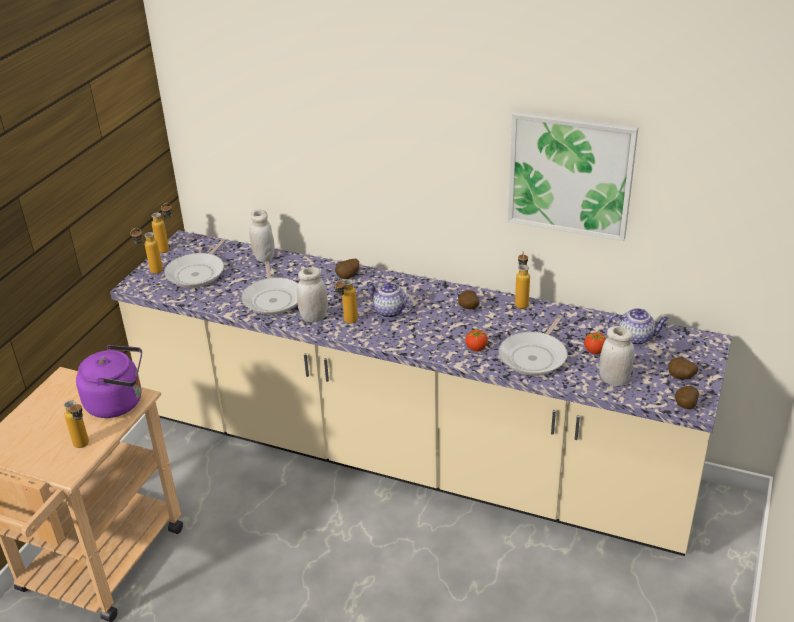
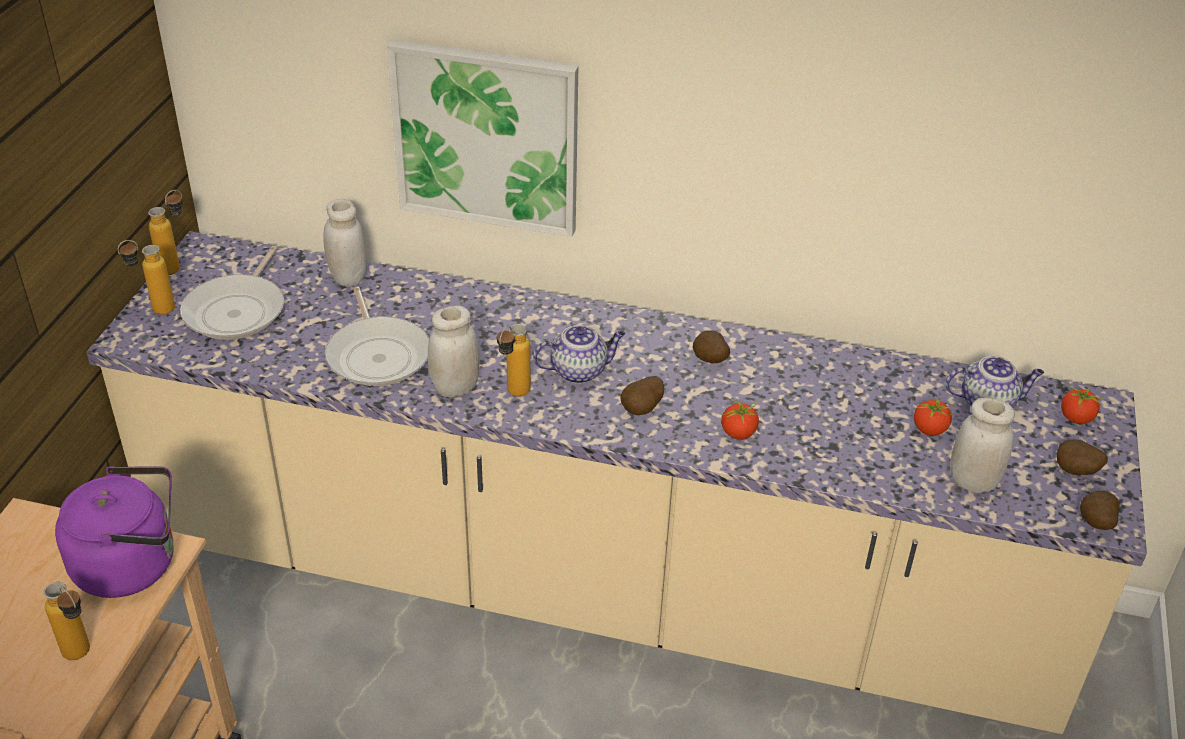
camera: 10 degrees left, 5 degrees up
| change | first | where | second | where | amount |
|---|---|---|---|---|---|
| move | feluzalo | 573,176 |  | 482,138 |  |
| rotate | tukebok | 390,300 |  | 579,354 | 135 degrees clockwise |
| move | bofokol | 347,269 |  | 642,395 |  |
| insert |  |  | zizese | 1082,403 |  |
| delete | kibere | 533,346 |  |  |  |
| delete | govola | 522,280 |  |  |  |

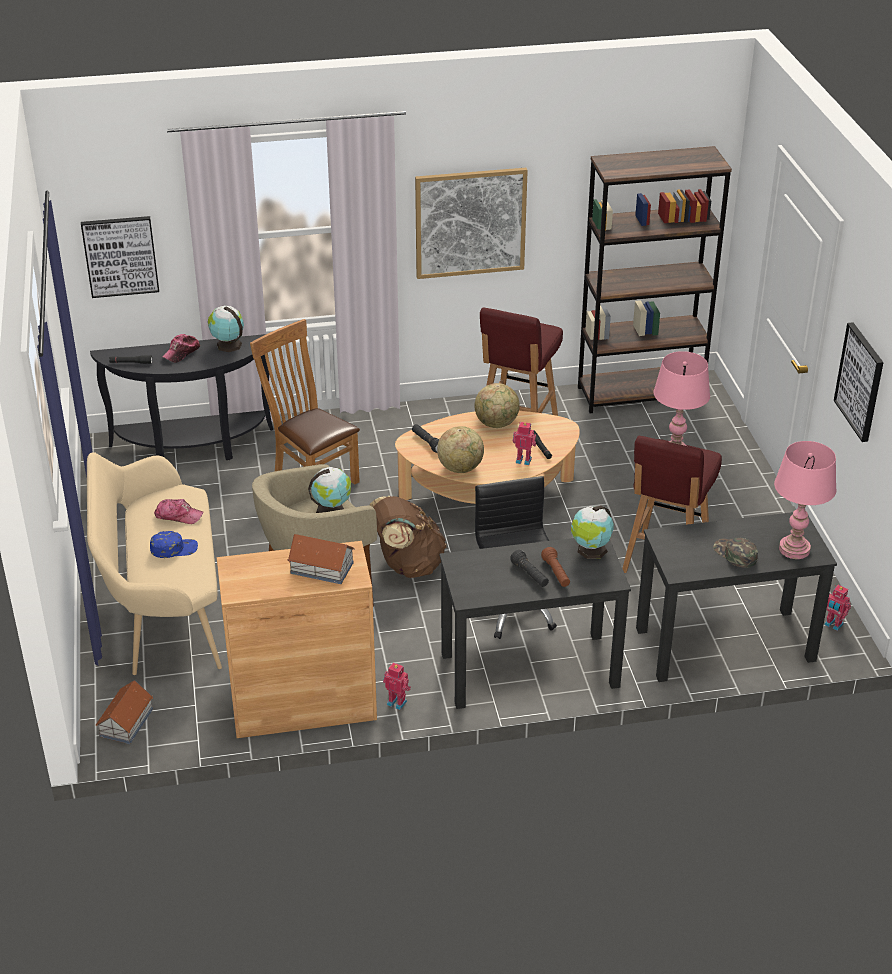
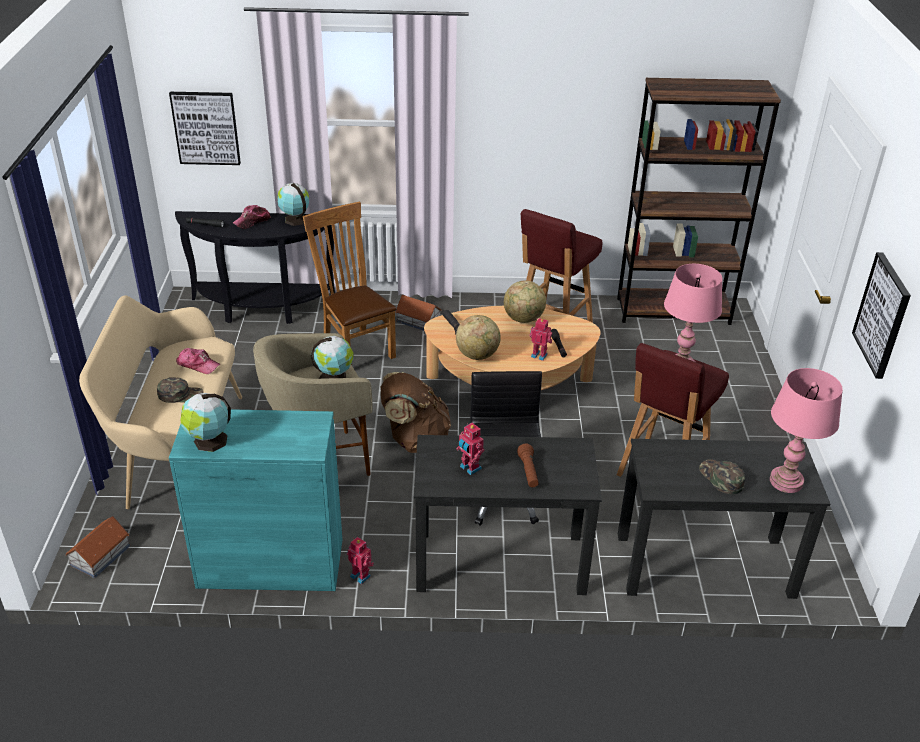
camera: 10 degrees right, 0 degrees up
| change | first | where | second | where | amount |
|---|---|---|---|---|---|
| recolor | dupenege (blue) | 174,544 | dupenege (green) | 180,390 |  |
| recolor | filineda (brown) | 297,639 | filineda (turquoise) | 255,500 |  |
| move | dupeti | 592,532 |  | 205,422 |  |
| move | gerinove | 321,559 |  | 418,313 |  |
| move | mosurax | 837,608 |  | 471,449 |  |
| delete | feluzalo | 471,223 |  |  |  |
| delete | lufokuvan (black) | 529,568 |  |  |  |

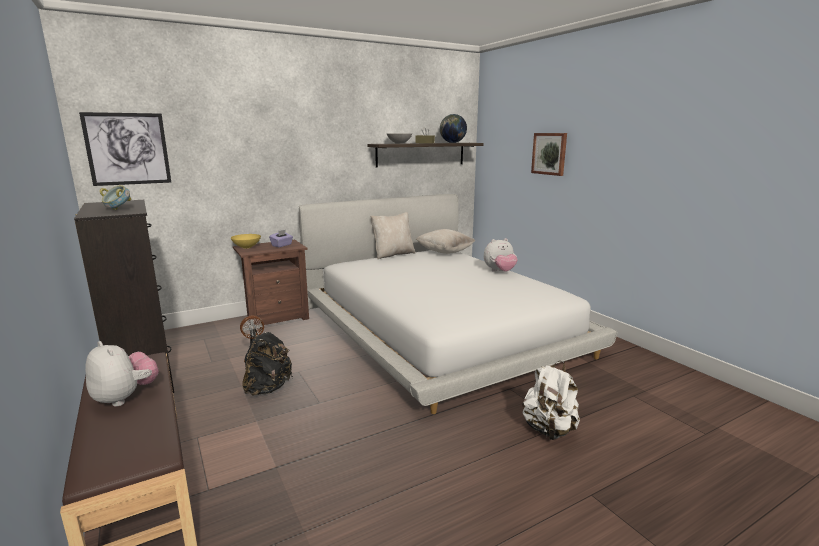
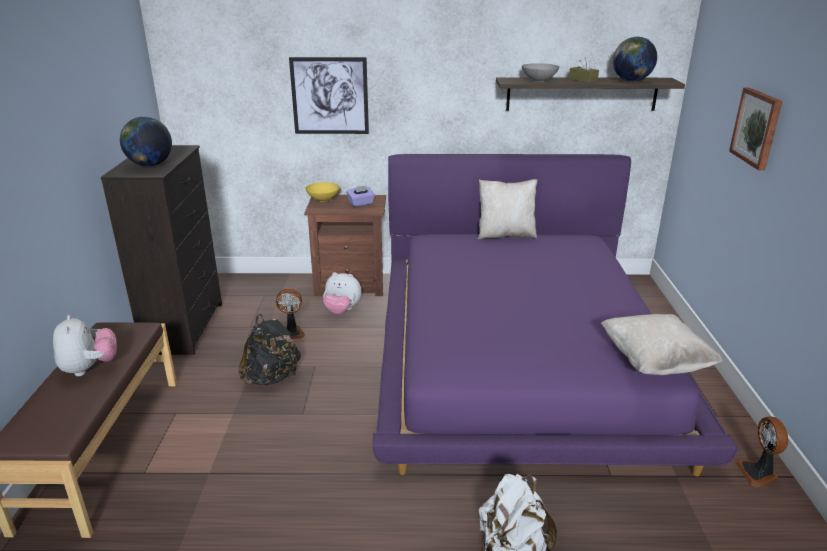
camera: 30 degrees right, 10 degrees up
| change | first | where | second | where | amount |
|---|---|---|---|---|---|
| replace | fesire | 115,197 | dupeti | 146,141 |  |
| move | feluzalo | 125,149 |  | 329,95 |  |
| move | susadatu | 500,255 |  | 342,293 |  |
| recolor | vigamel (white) | 458,304 | vigamel (purple) | 555,315 |  |
| move | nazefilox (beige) | 445,241 |  | 662,344 |  |
| insert |  |  | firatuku | 761,452 |  |

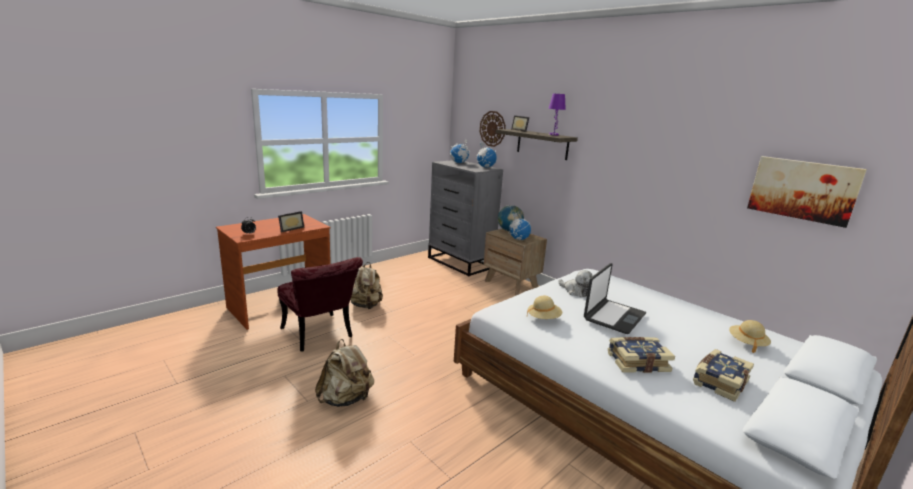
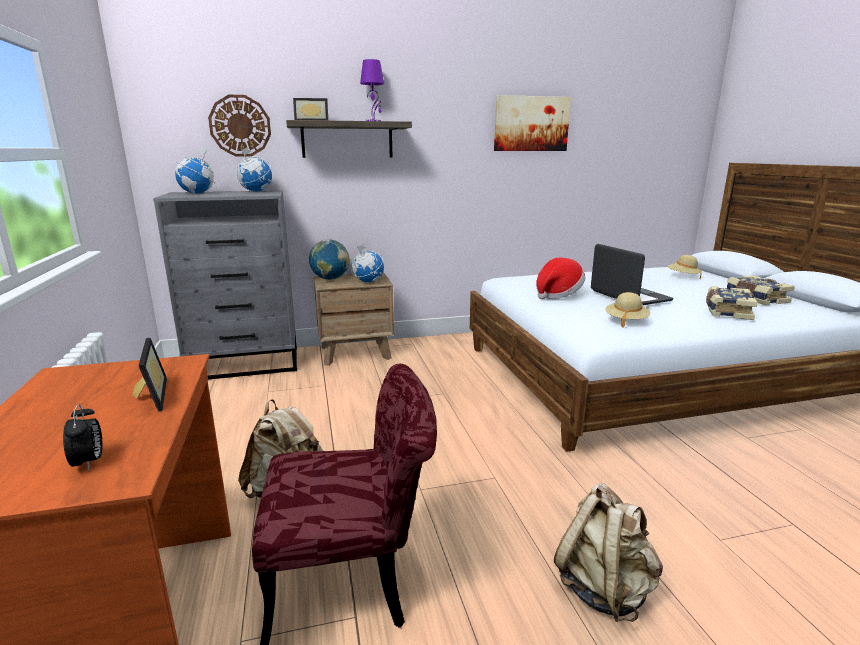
camera: 60 degrees left, 0 degrees up
| change | first | where | second | where | amount |
|---|---|---|---|---|---|
| move | feluzalo | 807,192 |  | 532,123 |  |
| replace | susadatu | 575,283 | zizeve | 560,278 |  |

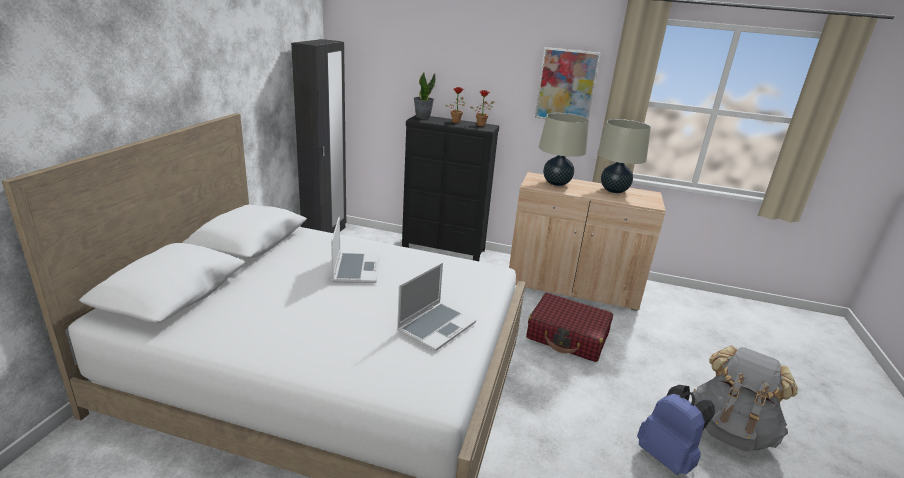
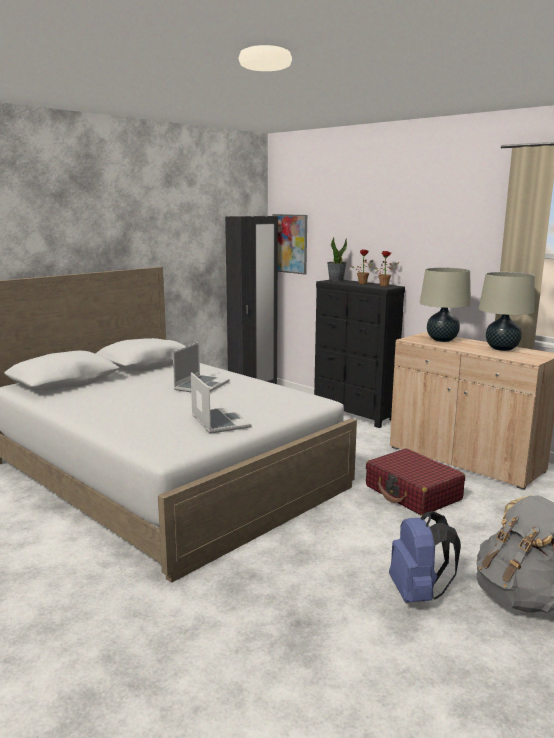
camera: 30 degrees right, 10 degrees down
| change | first | where | second | where | amount |
|---|---|---|---|---|---|
| rotate | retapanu | 436,306 |  | 221,403 | 90 degrees counterclockwise |
| move | feluzalo | 568,83 |  | 290,244 |  |

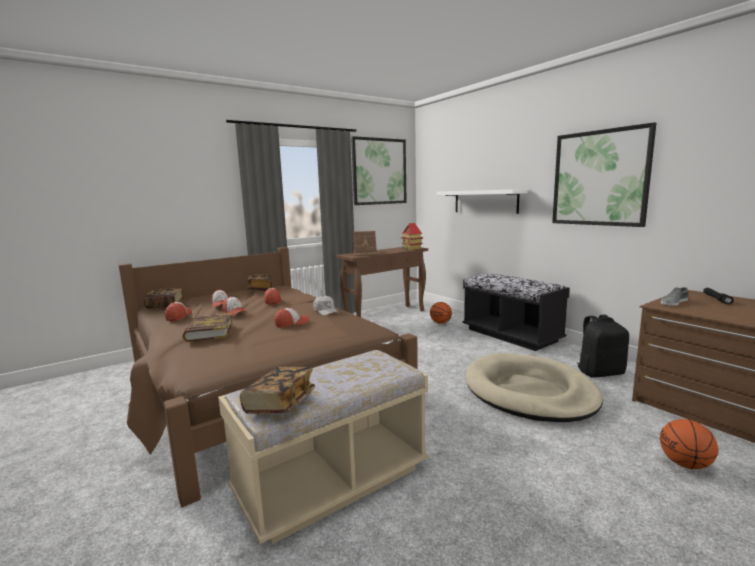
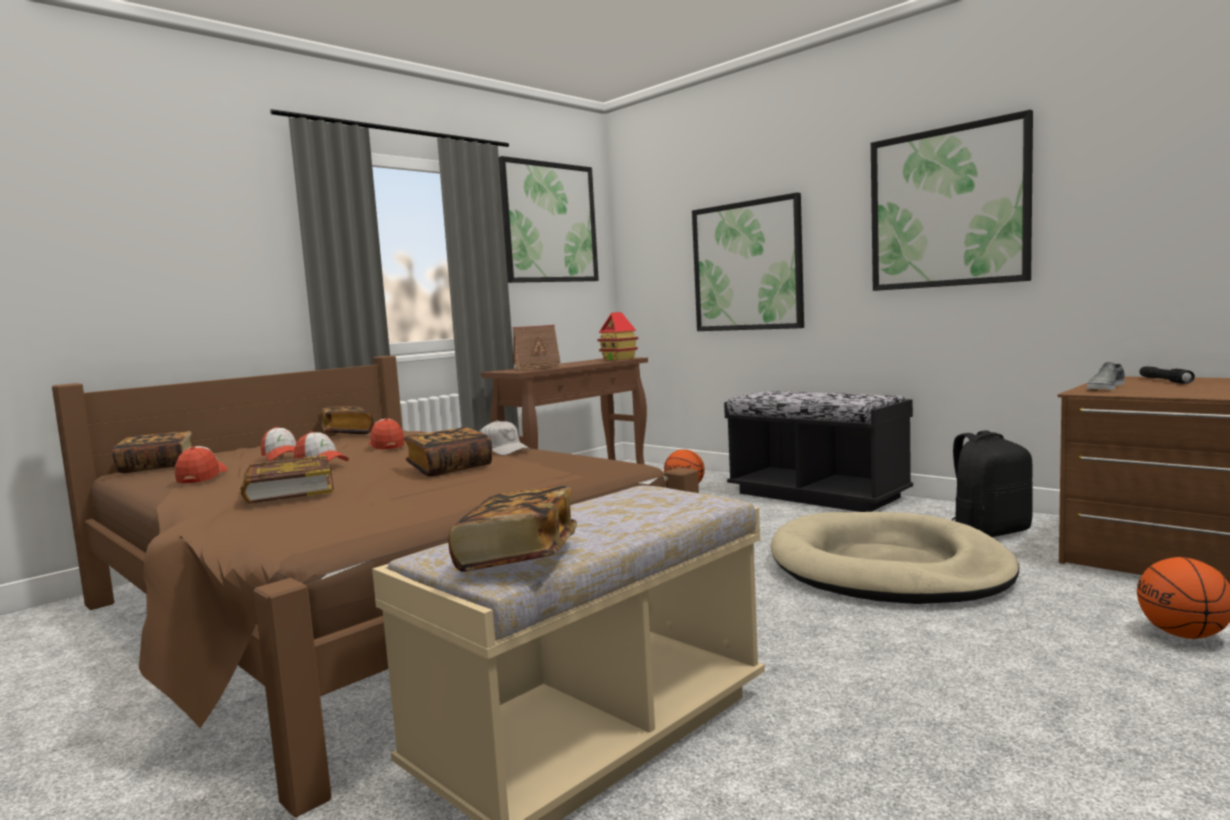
camera: 10 degrees left, 5 degrees down
| change | first | where | second | where | amount |
|---|---|---|---|---|---|
| replace | dupenege | 291,318 | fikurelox | 448,452 |  |
| replace | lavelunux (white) | 482,201 | feluzalo | 748,261 |  |

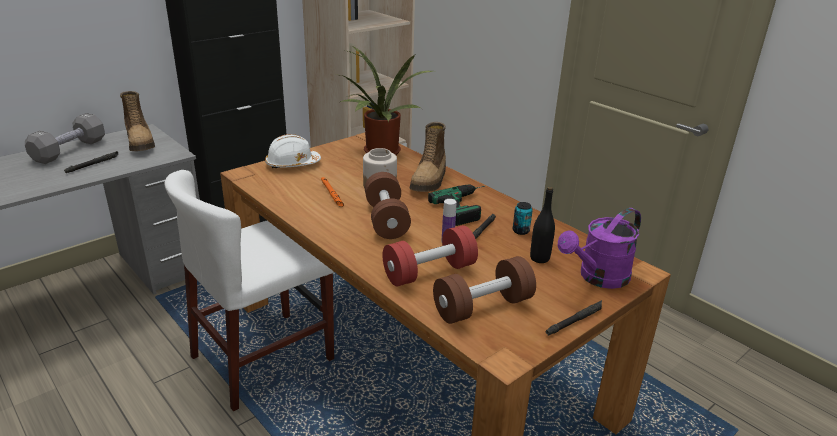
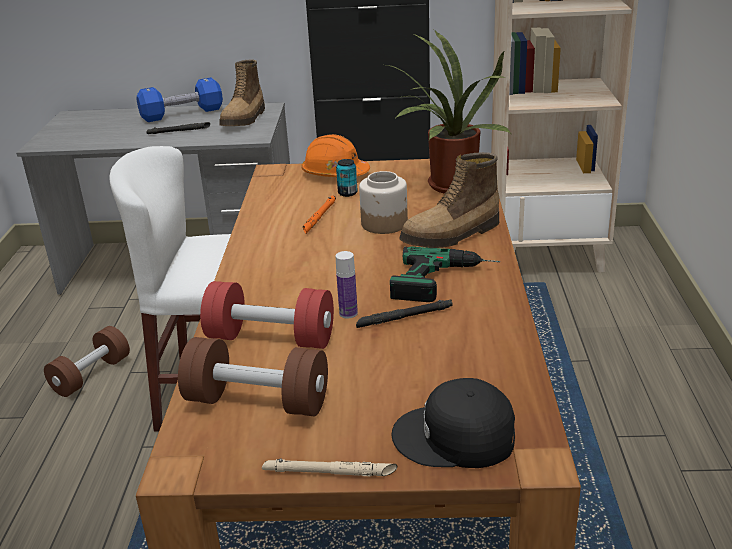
camera: 45 degrees right, 0 degrees up
| change | first | where | second | where | amount |
|---|---|---|---|---|---|
| move | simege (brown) | 388,205 |  | 87,361 |  |
| recolor | simege (grey) | 65,138 | simege (blue) | 180,99 |  |
| recolor | lufokuvan (black) | 574,318 | lufokuvan (beige) | 329,467 |  |
| recolor | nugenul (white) | 293,151 | nugenul (orange) | 335,155 |  |
| move | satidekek | 523,218 |  | 347,178 |  |
| replace | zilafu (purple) | 599,248 | dupenege (black) | 453,423 |  |
| delete | govola (black) | 542,225 |  |  |  |

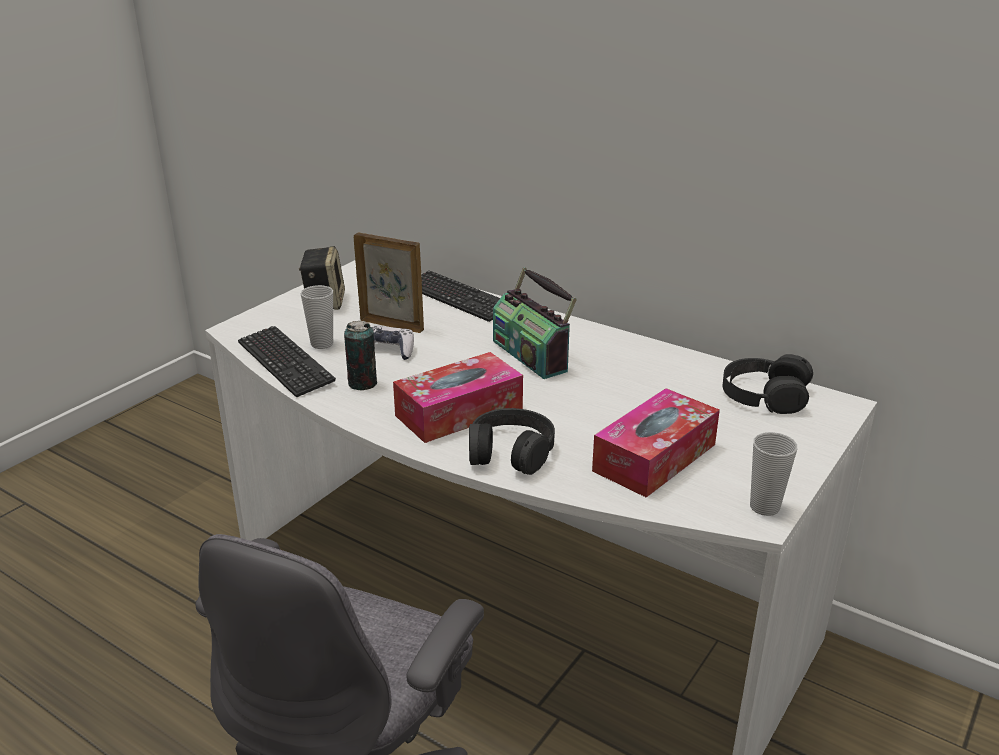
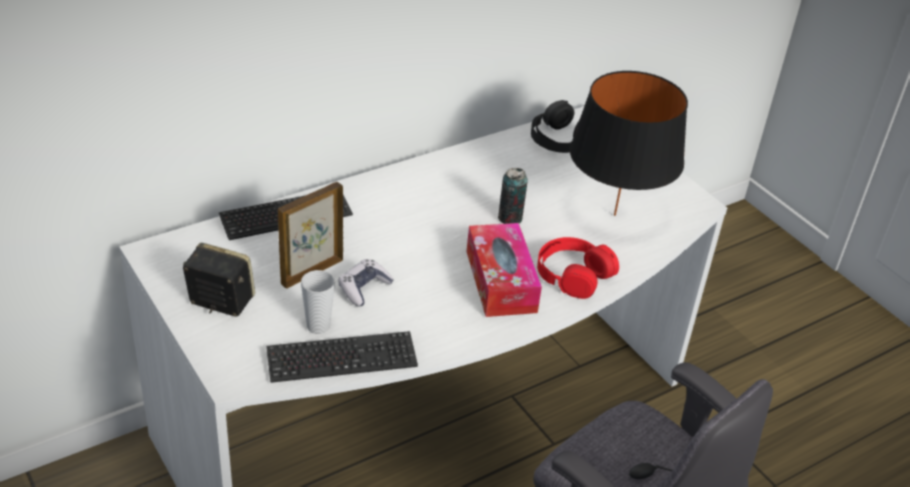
camera: 70 degrees left, 10 degrees up
| change | first | where | second | where | amount |
|---|---|---|---|---|---|
| move | satidekek | 360,355 |  | 513,196 |  |
| recolor | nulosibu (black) | 512,441 | nulosibu (red) | 578,268 |  |
| replace | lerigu | 656,442 | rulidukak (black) | 629,143 |  |
| delete | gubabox | 535,323 |  |  |  |
| delete | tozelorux | 773,474 |  |  |  |

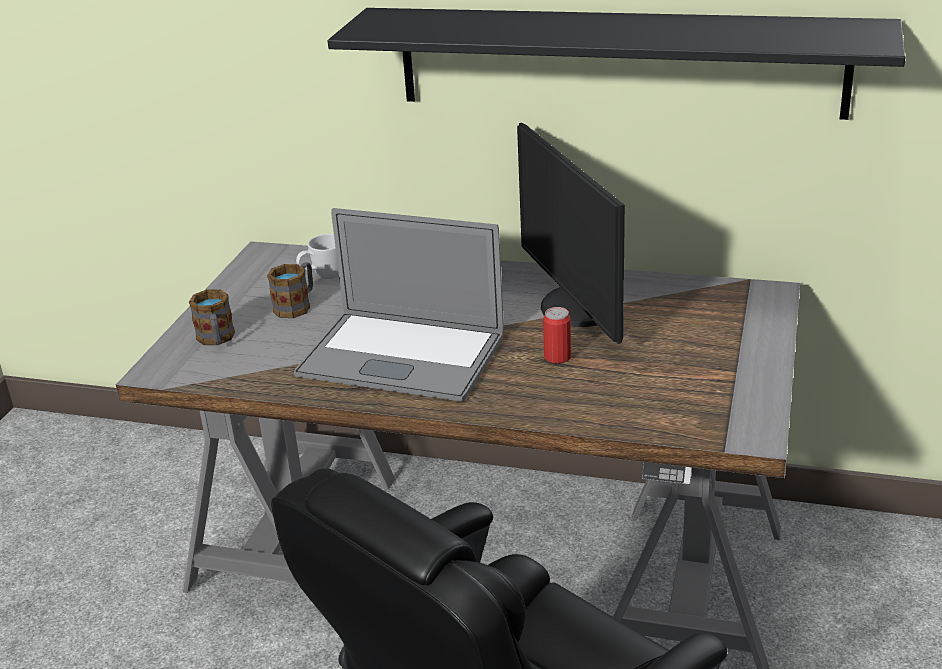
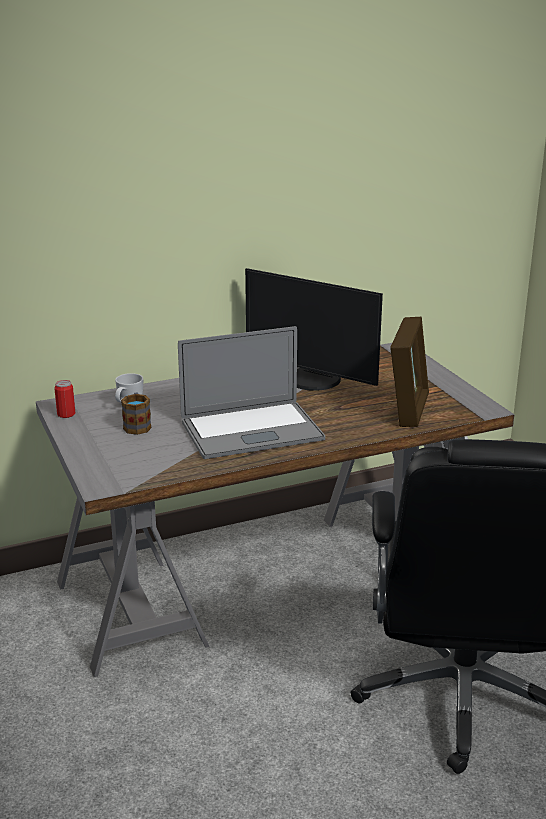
camera: 40 degrees left, 5 degrees down
| change | first | where | second | where | amount |
|---|---|---|---|---|---|
| move | satidekek | 557,335 |  | 64,399 |  |
| insert |  |  | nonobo | 409,371 |  |
| delete | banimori | 212,317 |  |  |  |
| delete | lavelunux (black) | 617,64 |  |  |  |

